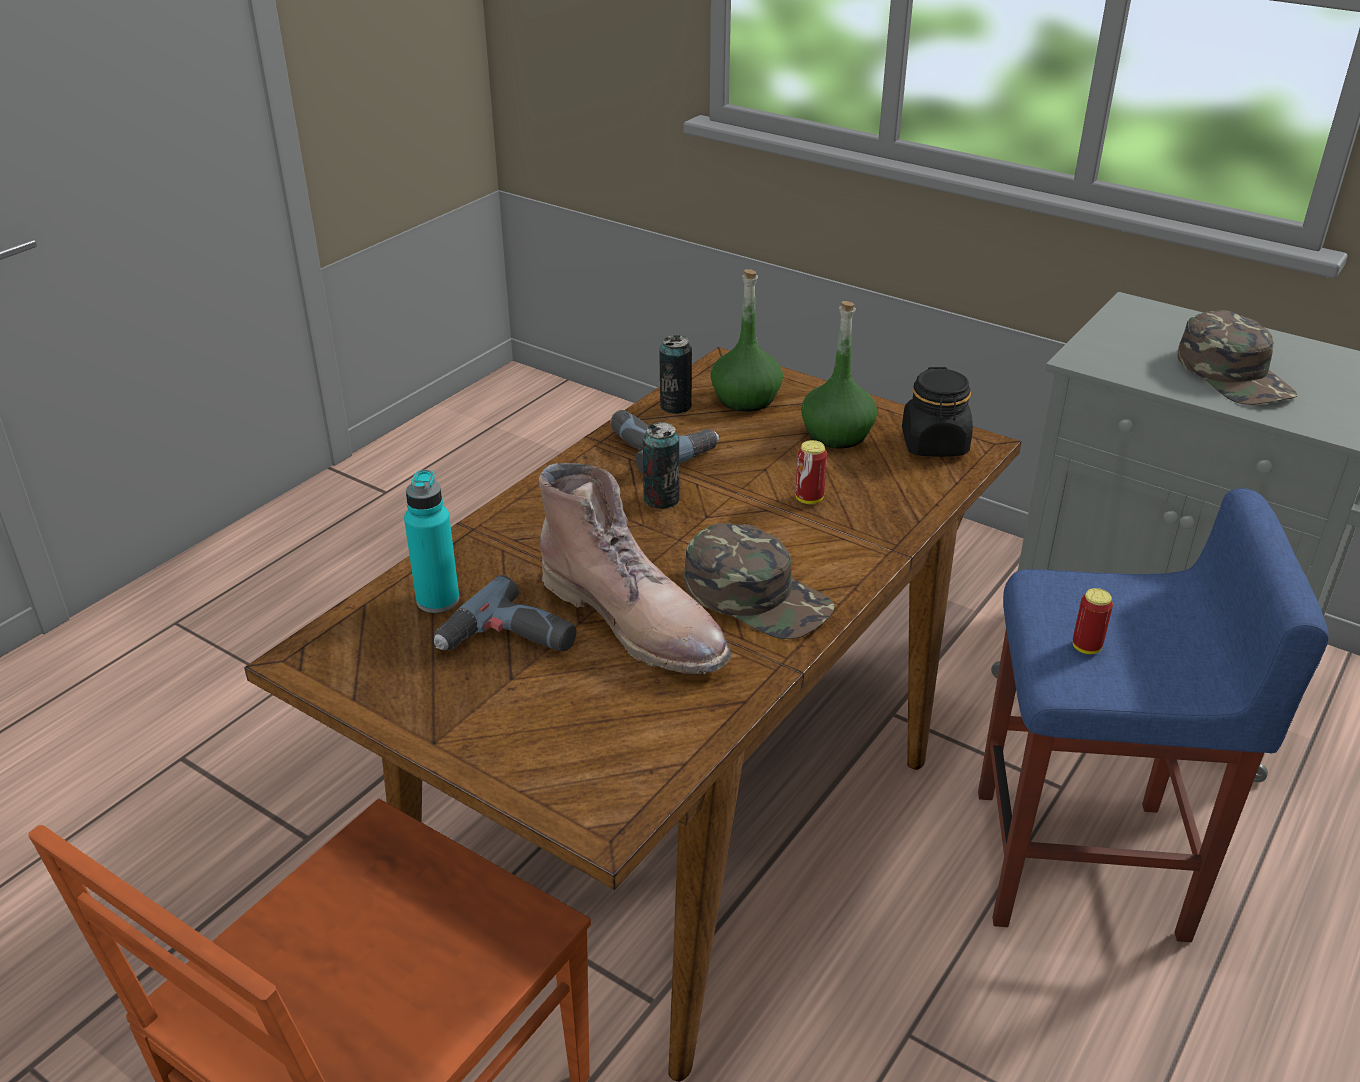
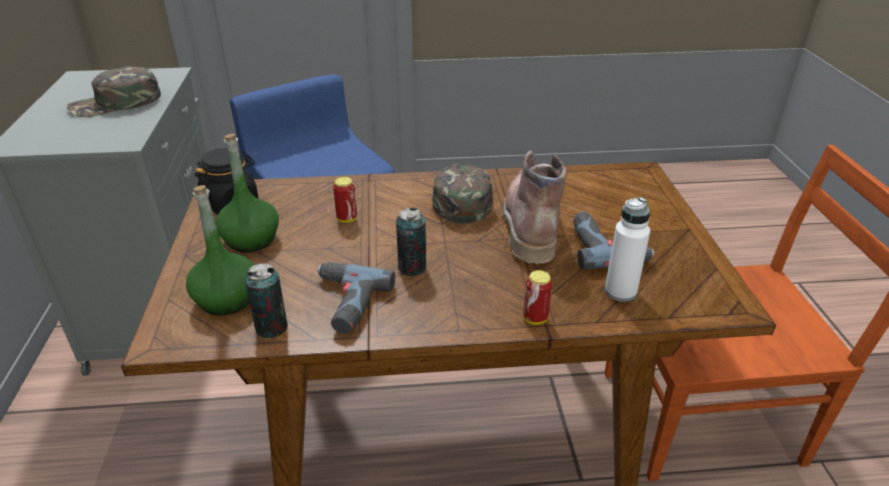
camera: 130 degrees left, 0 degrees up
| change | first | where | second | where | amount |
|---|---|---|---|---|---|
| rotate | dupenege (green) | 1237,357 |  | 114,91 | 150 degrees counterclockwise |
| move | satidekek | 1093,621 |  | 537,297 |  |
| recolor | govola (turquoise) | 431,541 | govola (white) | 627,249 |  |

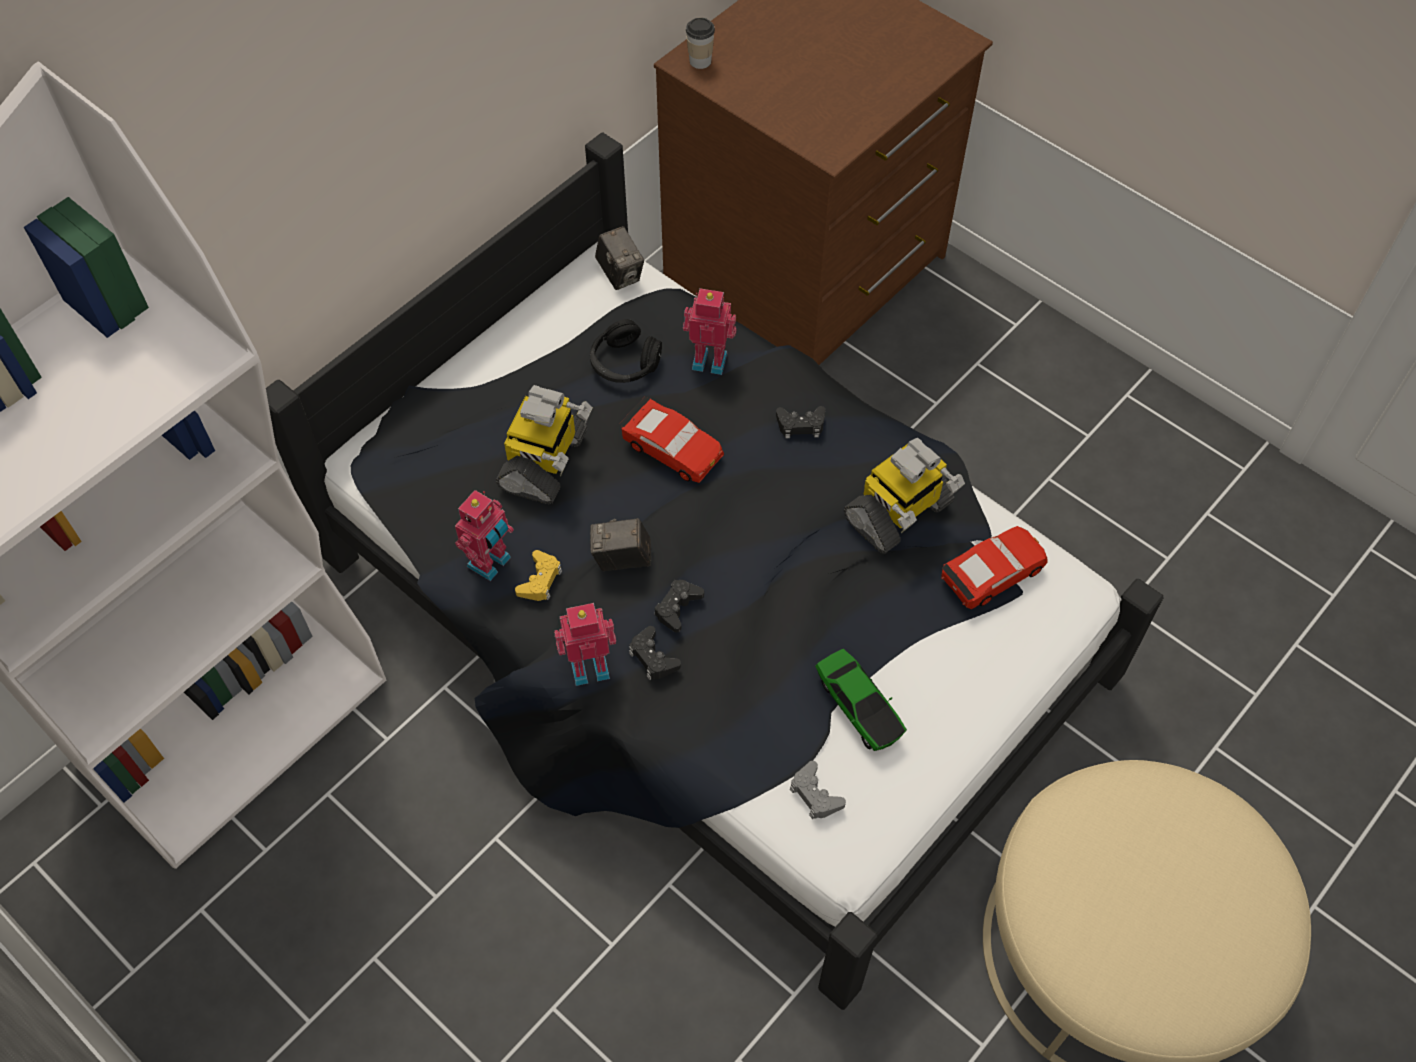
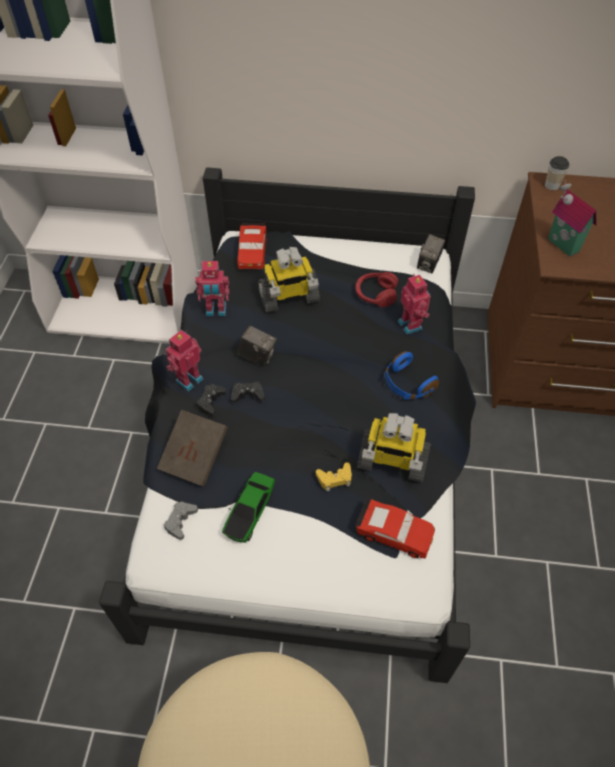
camera: 55 degrees right, 5 degrees down
| change | first | where | second | where | amount |
|---|---|---|---|---|---|
| insert |  |  | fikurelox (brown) | 192,448 |  |
| rotate | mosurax | 585,644 |  | 184,361 | 90 degrees counterclockwise |
| move | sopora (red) | 672,440 |  | 252,246 |  |
| rotate | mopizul | 620,544 |  | 257,346 | 150 degrees clockwise |
| move | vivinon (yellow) | 538,575 |  | 334,477 |  |
| recolor | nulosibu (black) | 626,351 | nulosibu (red) | 376,289 |  |
| replace | vivinon (black) | 800,422 | nulosibu (blue) | 411,375 |  |
| insert |  |  | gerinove | 572,218 |  |

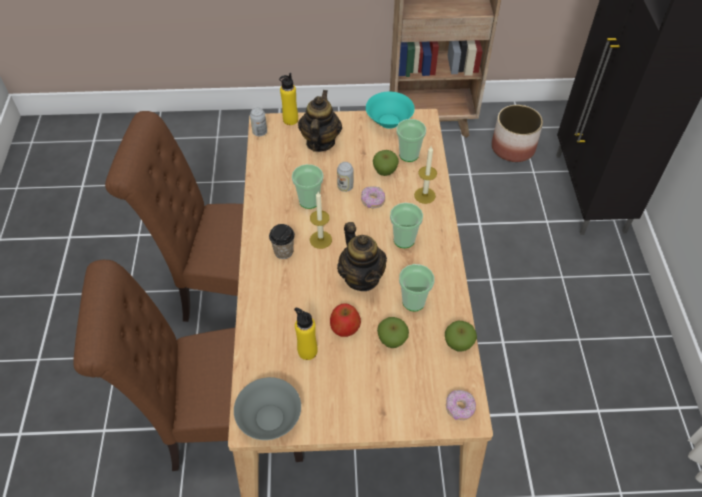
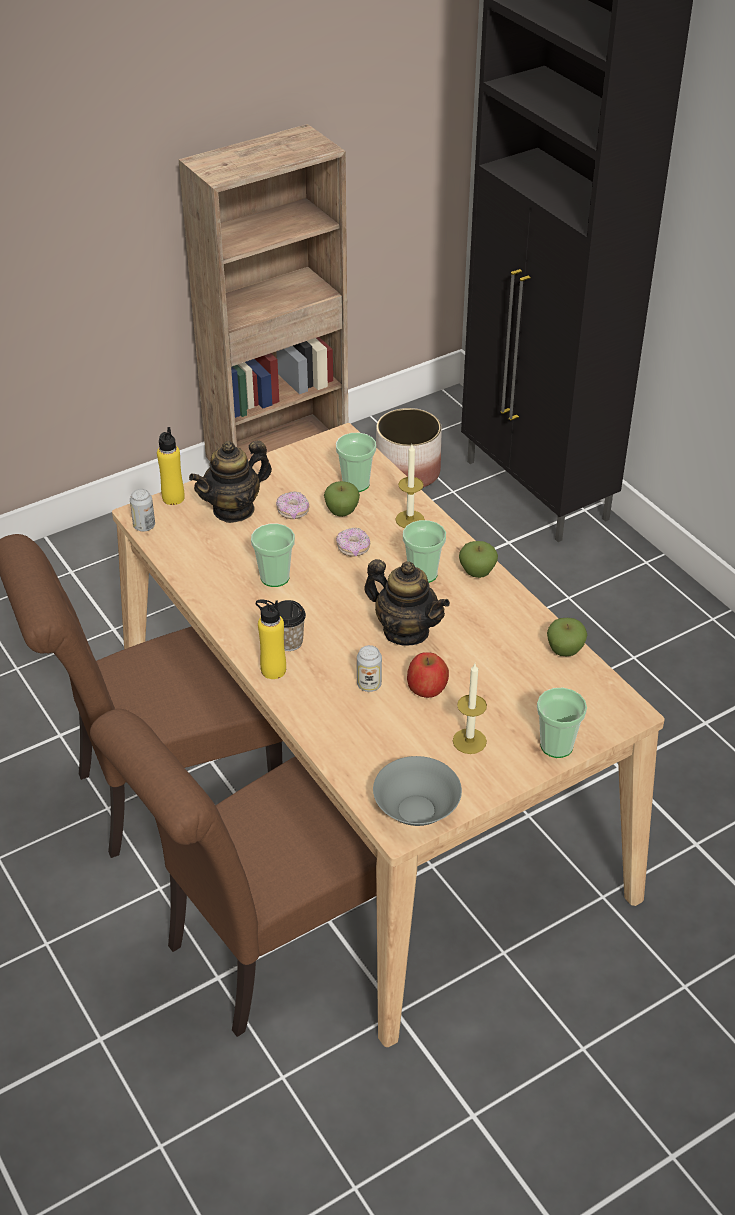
camera: 30 degrees left, 10 degrees down
| change | first | where | second | where | amount |
|---|---|---|---|---|---|
| rotate | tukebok | 320,121 |  | 230,482 | 105 degrees counterclockwise |
| move | govola (yellow) | 306,334 |  | 271,639 |  |
| move | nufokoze | 461,405 |  | 292,505 |  |
| move | satidekek | 345,177 |  | 369,668 |  |
| move | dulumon | 321,220 |  | 470,709 |  |
| move | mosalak | 393,332 |  | 478,559 |  |
| move | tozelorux | 416,287 |  | 562,723 |  |
| delete | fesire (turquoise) | 390,110 |  |  |  |

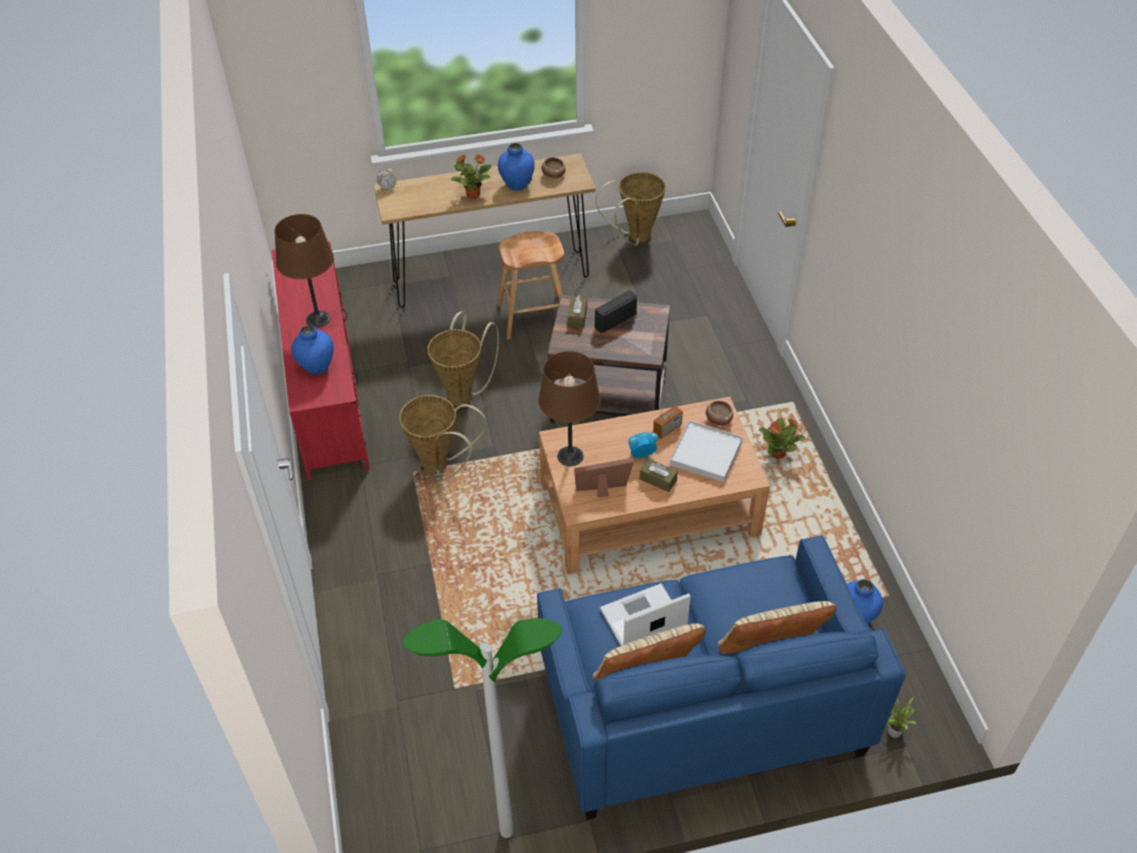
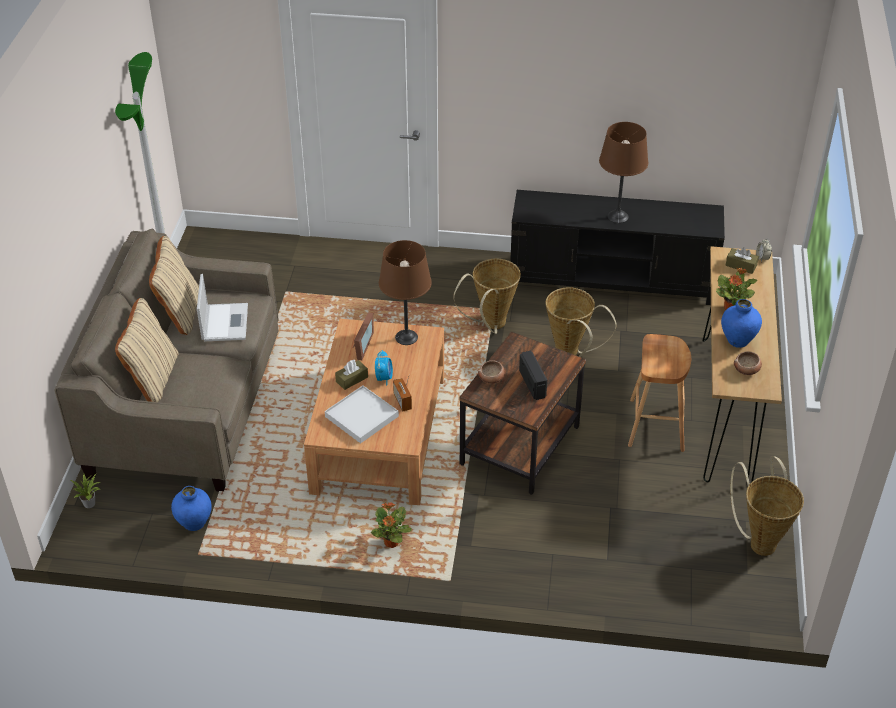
camera: 110 degrees right, 5 degrees down
| change | first | where | second | where | amount |
|---|---|---|---|---|---|
| recolor | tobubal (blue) | 721,677 | tobubal (beige) | 166,360 |  |
| move | fesire | 719,413 |  | 491,372 |  |
| recolor | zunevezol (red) | 321,361 | zunevezol (black) | 617,247 |  |
| move | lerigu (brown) | 577,311 |  | 742,260 |  |
| delete | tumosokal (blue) | 313,350 |  |  |  |

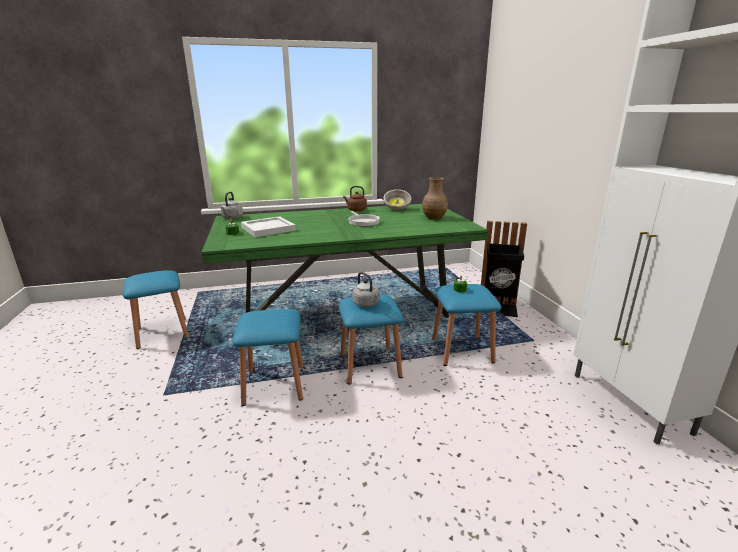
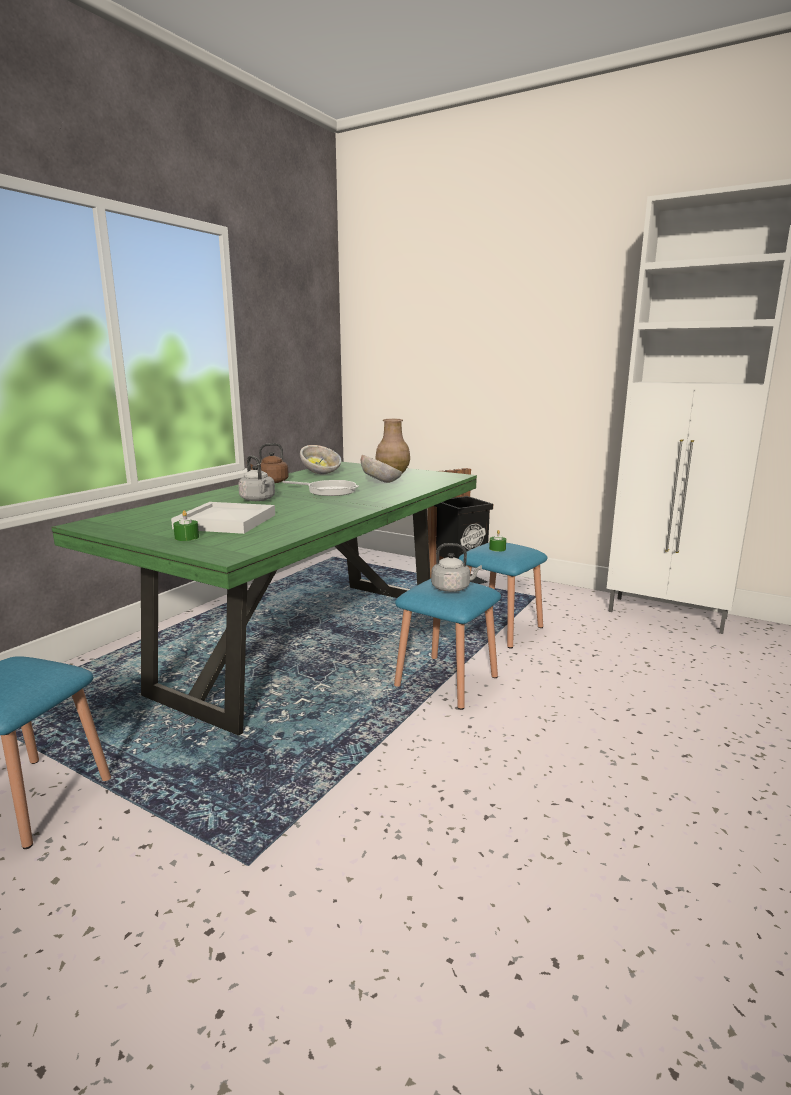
camera: 45 degrees left, 5 degrees down
| change | first | where | second | where | amount |
|---|---|---|---|---|---|
| move | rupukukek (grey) | 232,205 |  | 256,478 |  |
| insert |  |  | fesire | 381,469 |  |
| delete | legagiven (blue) | 268,357 |  |  |  |

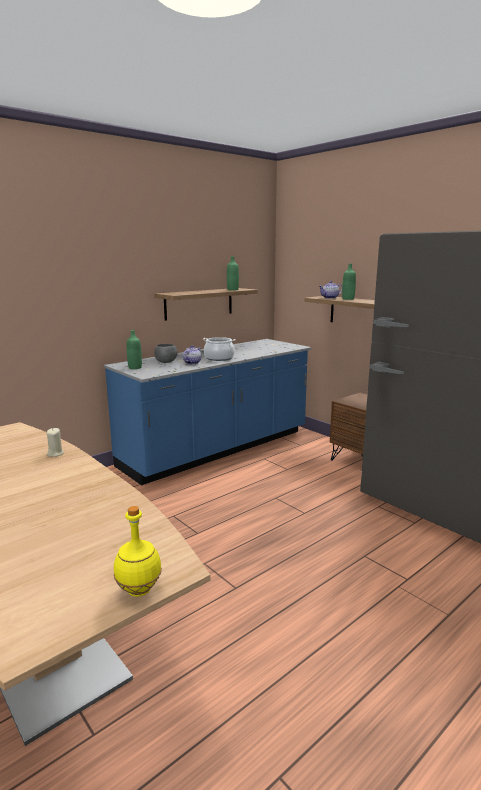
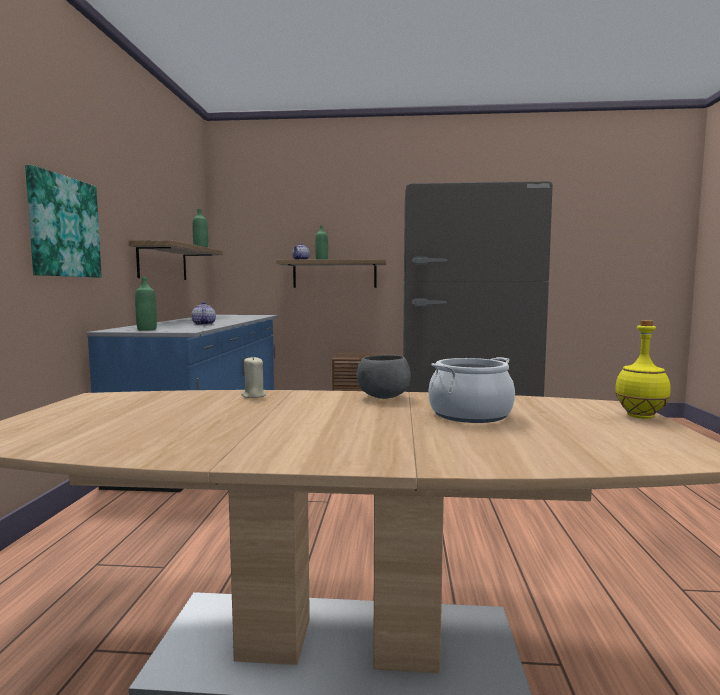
camera: 45 degrees left, 10 degrees down
| change | first | where | second | where | amount |
|---|---|---|---|---|---|
| insert |  |  | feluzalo | 63,221 |  |
| move | fesire (grey) | 166,353 |  | 384,377 |  |
| move | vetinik | 219,349 |  | 471,390 |  |

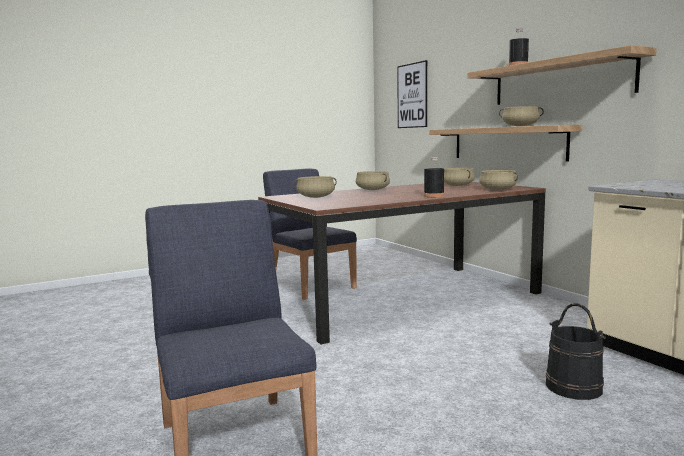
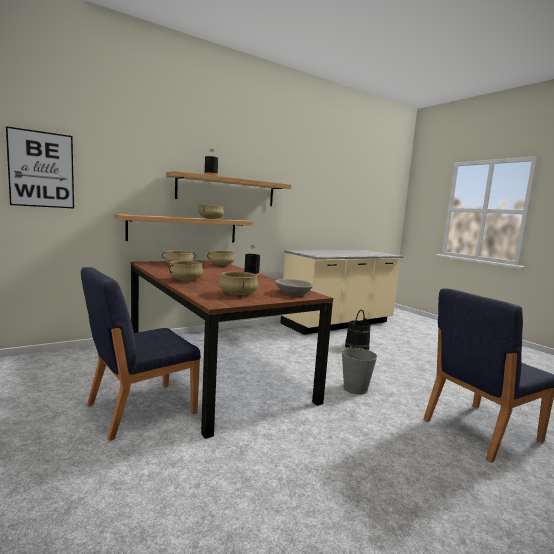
camera: 95 degrees left, 0 degrees up
| change | first | where | second | where | amount |
|---|---|---|---|---|---|
| insert |  |  | fesire (grey) | 294,287 |  |
| insert |  |  | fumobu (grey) | 359,370 |  |

